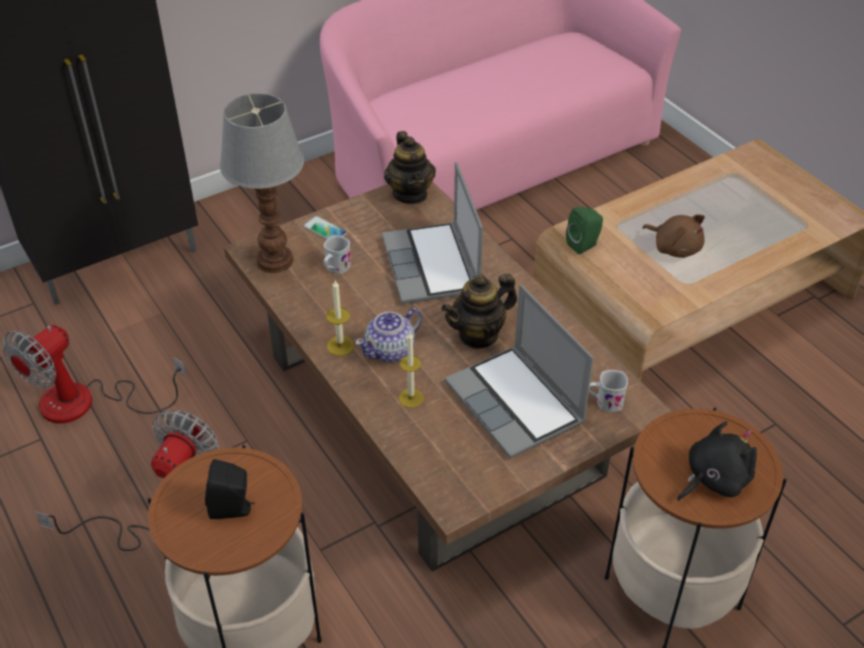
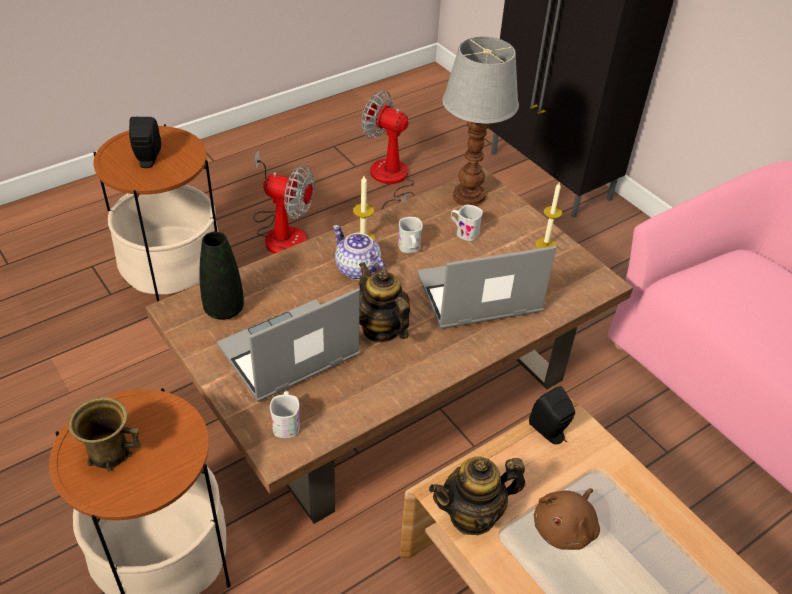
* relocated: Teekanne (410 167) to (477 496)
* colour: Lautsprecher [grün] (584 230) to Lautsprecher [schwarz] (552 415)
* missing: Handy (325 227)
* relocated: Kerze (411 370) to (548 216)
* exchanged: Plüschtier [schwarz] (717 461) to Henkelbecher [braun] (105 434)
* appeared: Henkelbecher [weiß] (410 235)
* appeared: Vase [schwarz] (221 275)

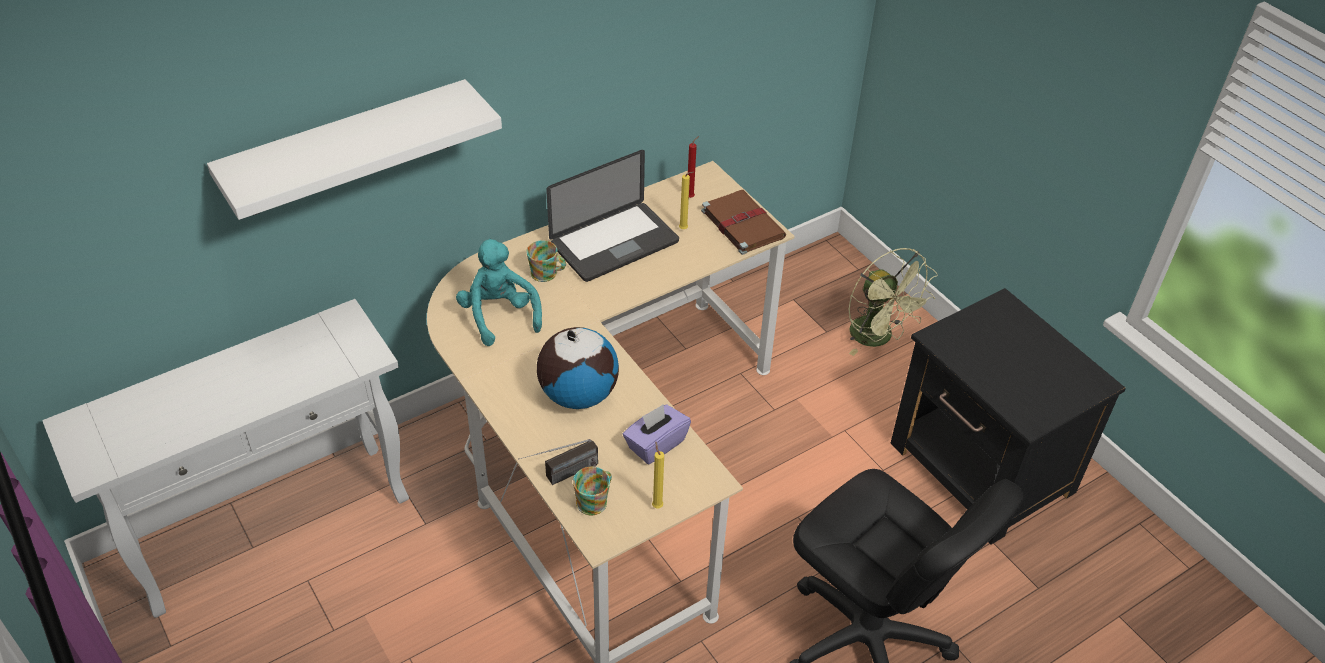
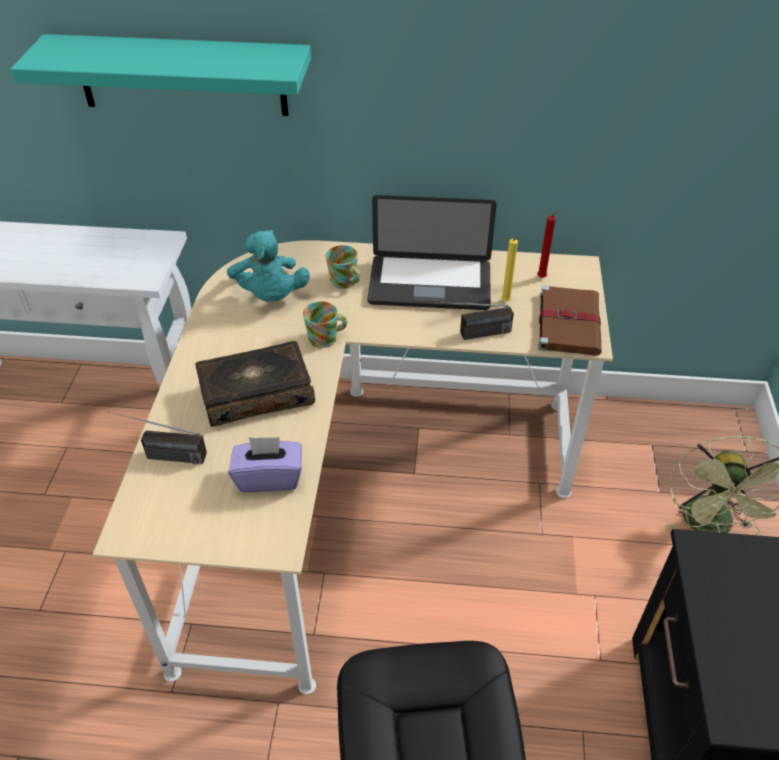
* colour: Wandregal [weiß] (354 149) to Wandregal [türkis] (161 75)
* spun: Plüschtier [türkis] (499 292) = (268 266) 150 degrees clockwise
* exchanged: Globus (578 368) to Buch (255 384)
* missing: Kerze [gelb] (658 475)
* relocated: Henkelbecher (592 491) to (325 324)
* appeared: Radio (475 321)

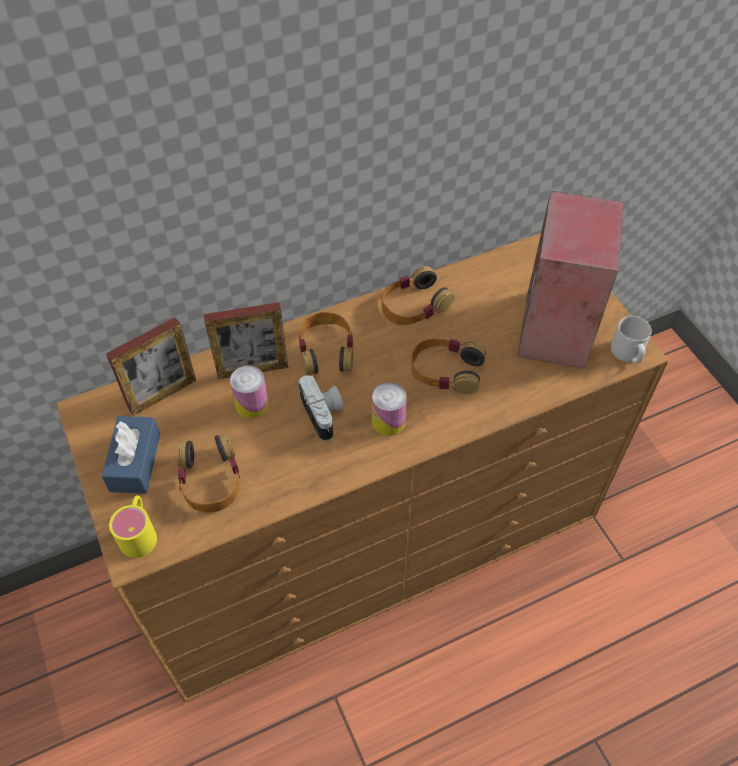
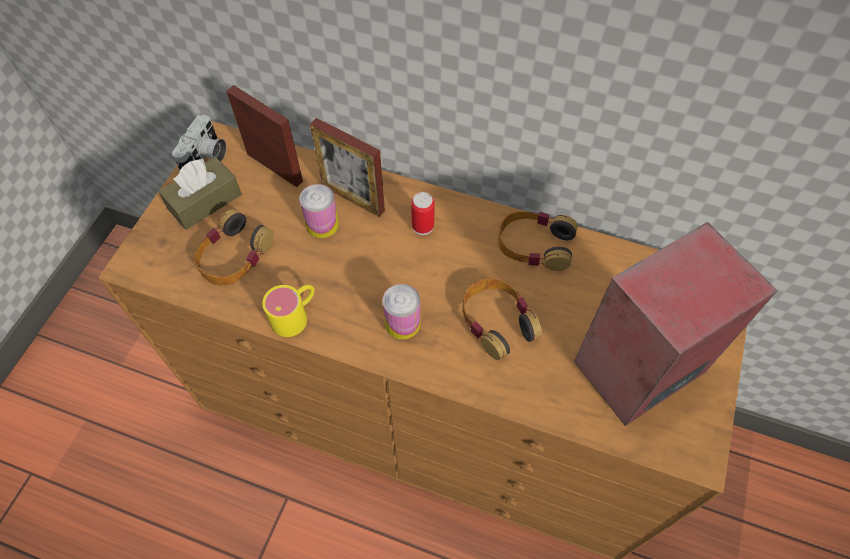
* exchanged: Kopfhörer (326 343) to Dose (423 213)
* missing: Henkelbecher [grau] (631 339)
* spun: Bilderrahmen (151 366) = (264 136) 150 degrees counterclockwise
* relocated: Kamera (321 408) to (199 142)
* colour: Taschentuchbox [blau] (131 455) to Taschentuchbox [braun] (200 193)
* relocated: Henkelbecher [gelb] (133 526) to (288 311)

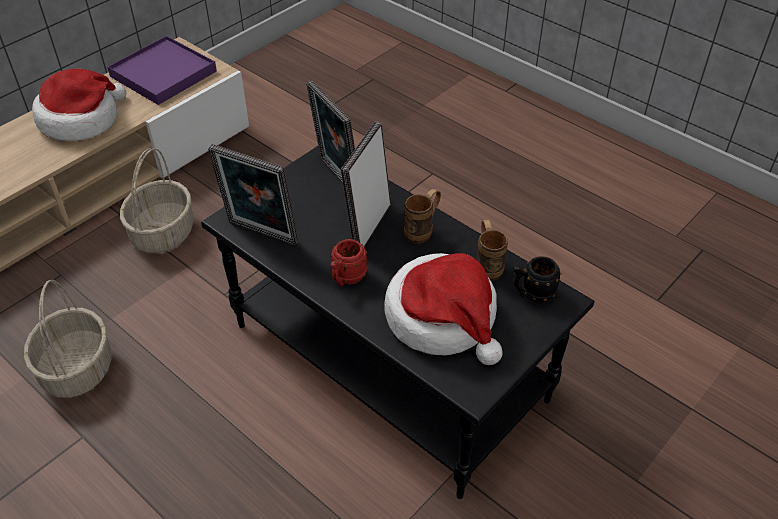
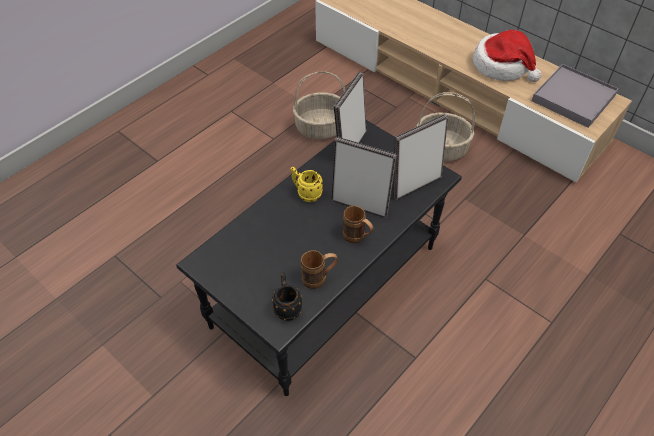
* colour: Tablett [lila] (162 70) to Tablett [grau] (575 96)
* colour: Henkelbecher [rot] (349 263) to Henkelbecher [gelb] (306 184)
* missing: Hut (443 309)

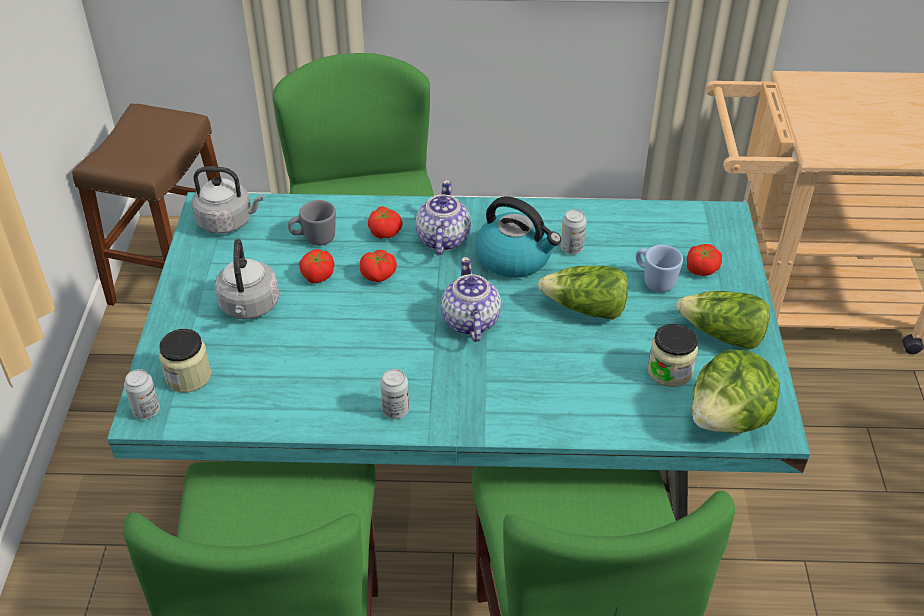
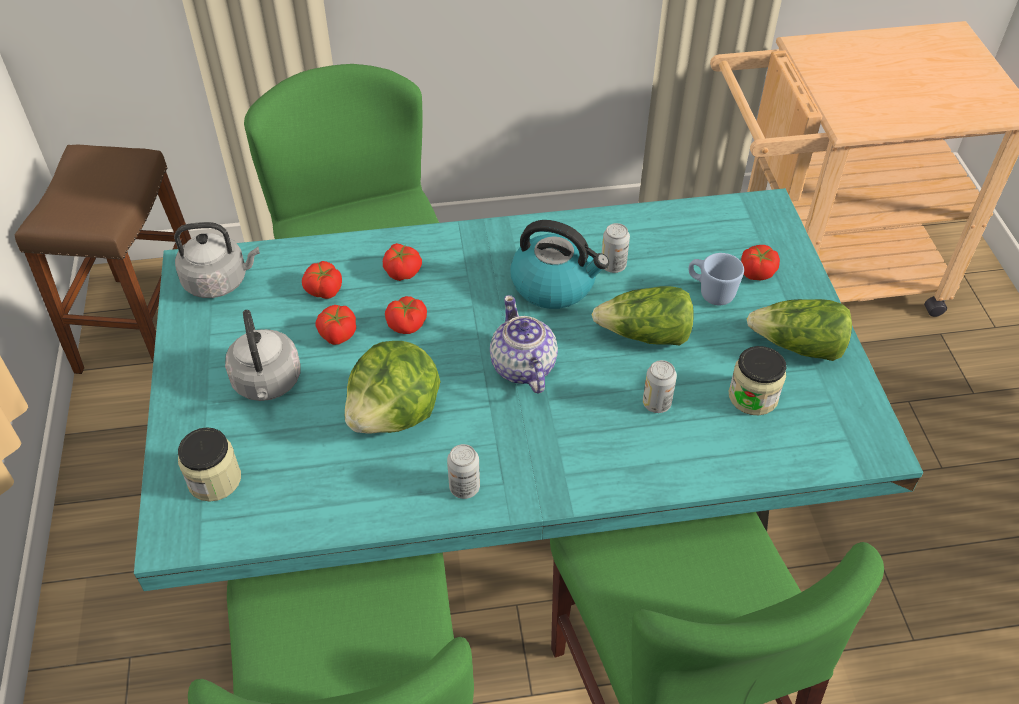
* missing: Teekanne (443 218)
* exchanged: Henkelbecher [grau] (312 223) to Tomate (322 280)
* relocated: Salatkopf (736 391) to (393 387)
* relocated: Dose (142 394) to (660 386)

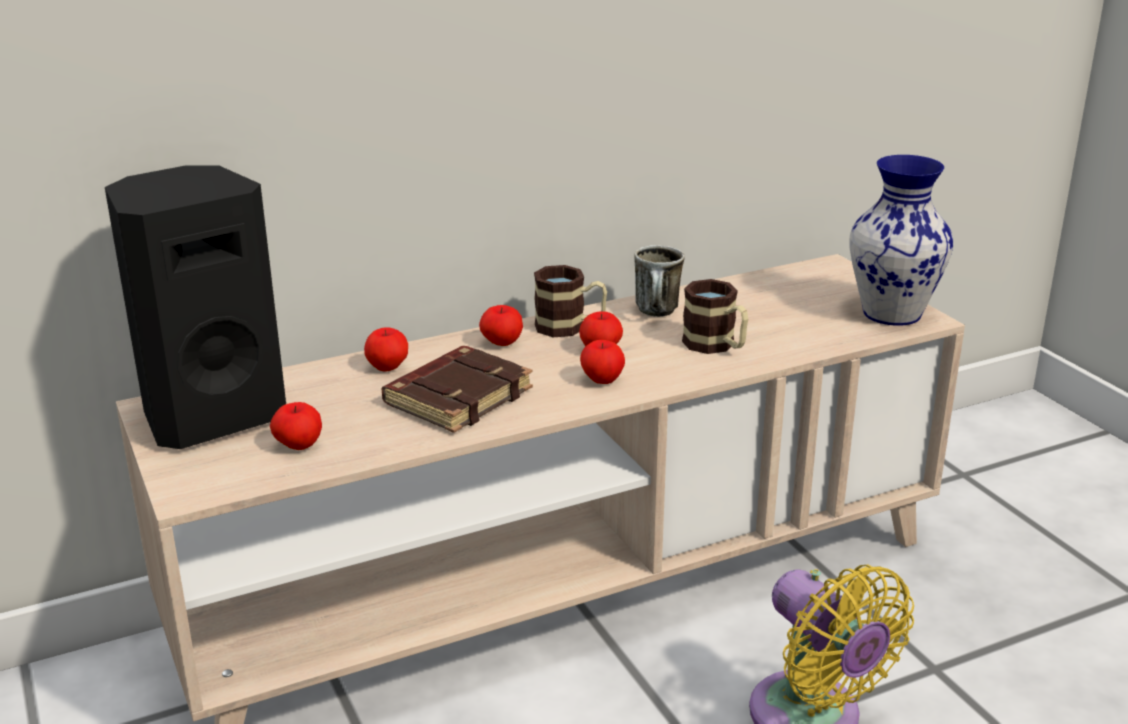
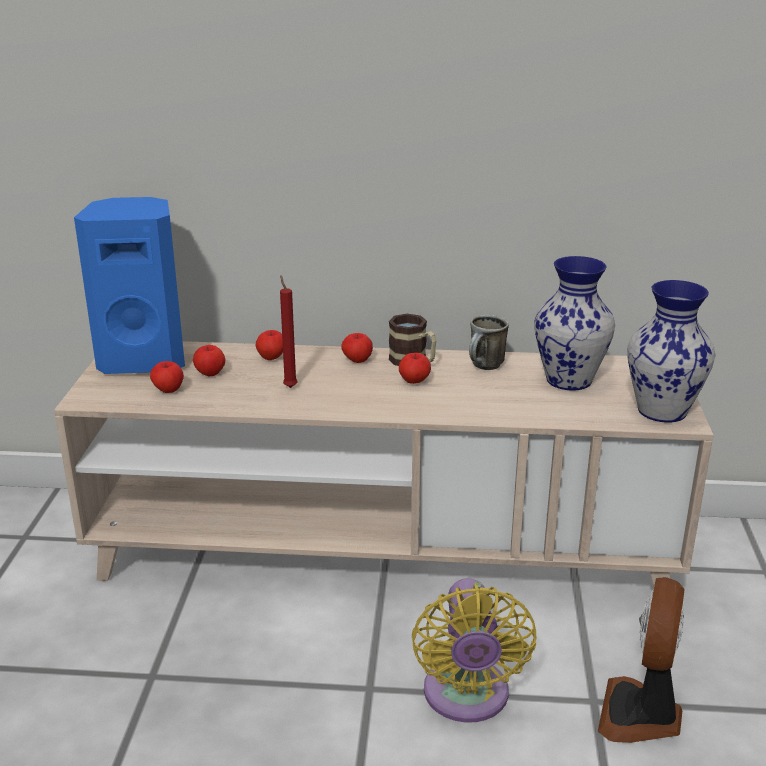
* colour: Lautsprecher [schwarz] (195 307) to Lautsprecher [blau] (129 285)
* missing: Henkelbecher (715 316)
* relocated: Apfel (602 362) to (209 360)
* exchanged: Buch [braun] (457 389) to Kerze [rot] (289 331)
* appeared: Vase (574 323)
* appeared: Ventilator (641 660)

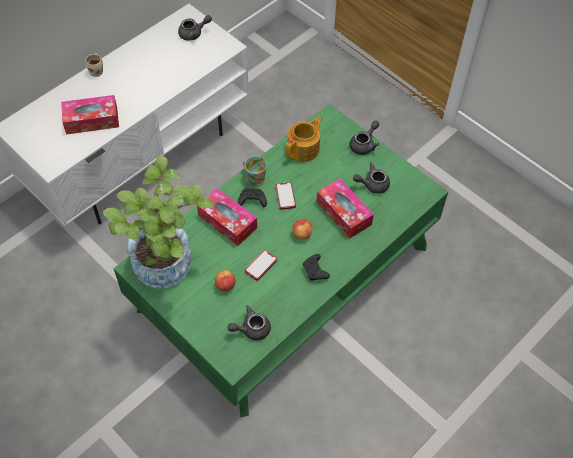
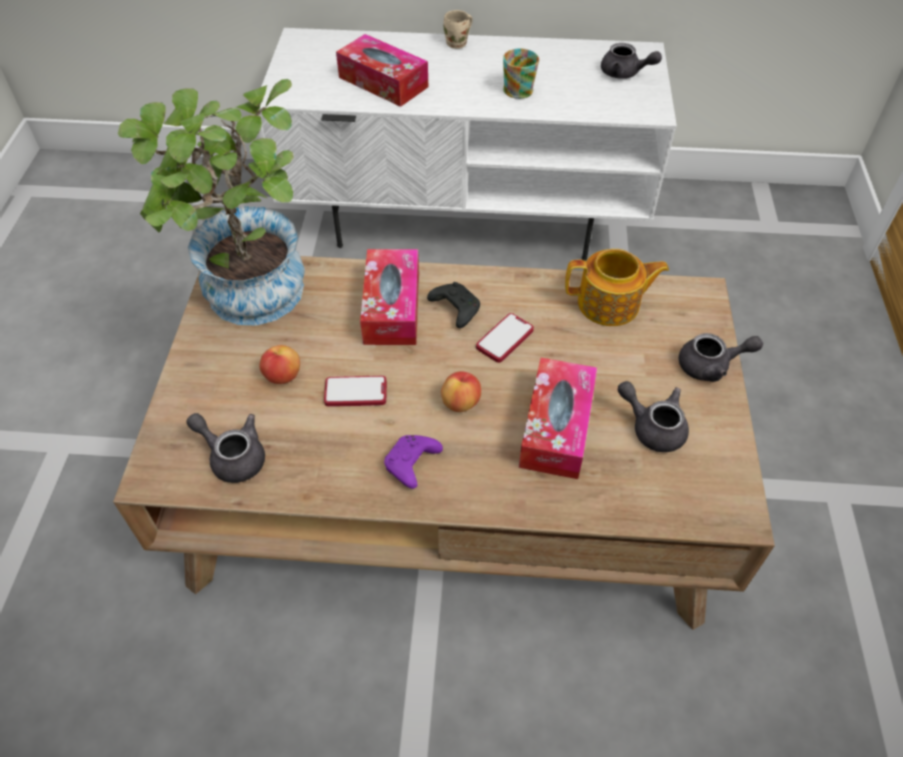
* colour: Couchtisch [grün] (280 260) to Couchtisch [braun] (444 443)
* relocated: Henkelbecher (255 171) to (521 73)
* colour: Gamepad [schwarz] (316 267) to Gamepad [lila] (413 462)

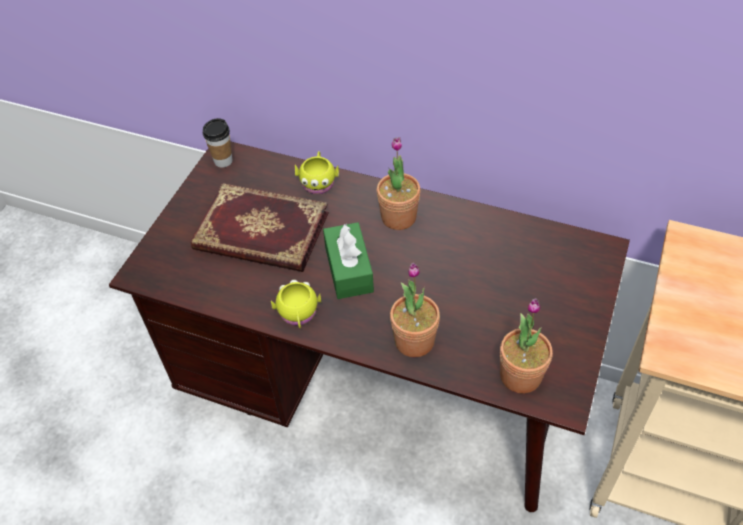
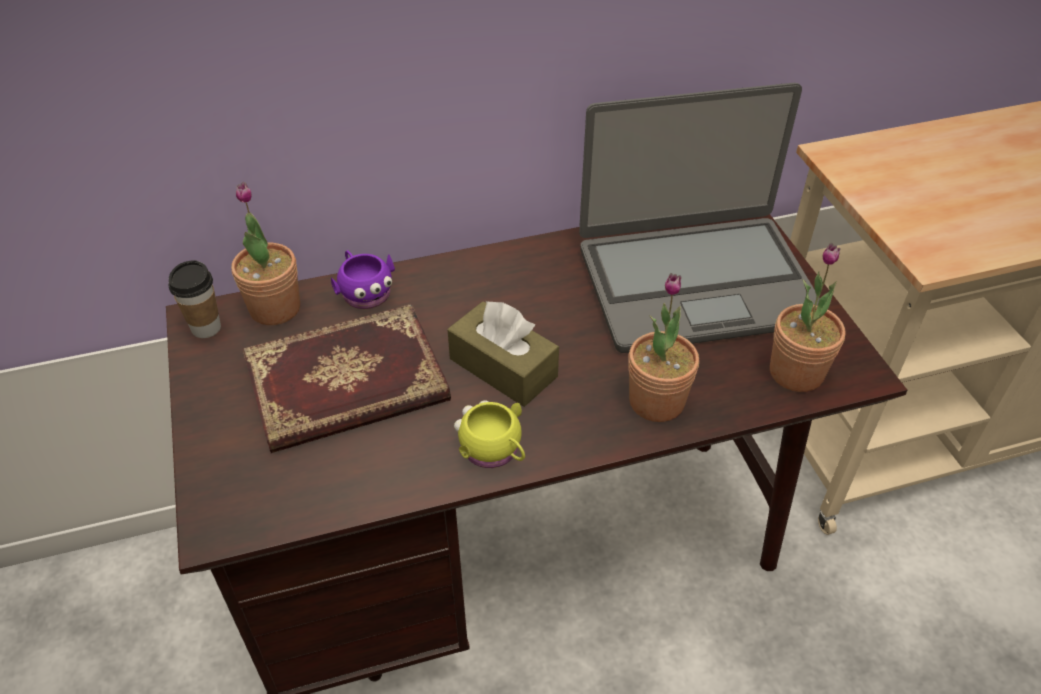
* relocated: Topfpflanze (399 183) to (265 253)
* colour: Henkelbecher [gelb] (317 172) to Henkelbecher [lila] (363 279)
* colour: Taschentuchbox [grün] (348 260) to Taschentuchbox [braun] (503 354)
* appeared: Laptop (699 218)

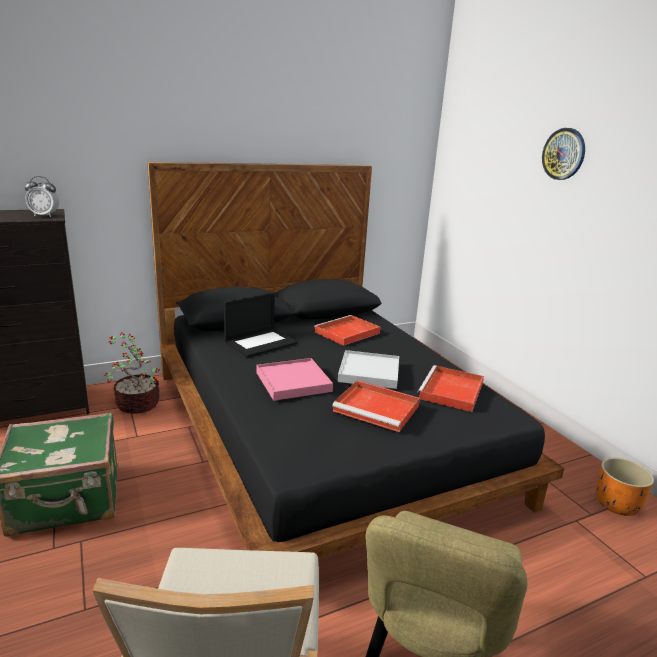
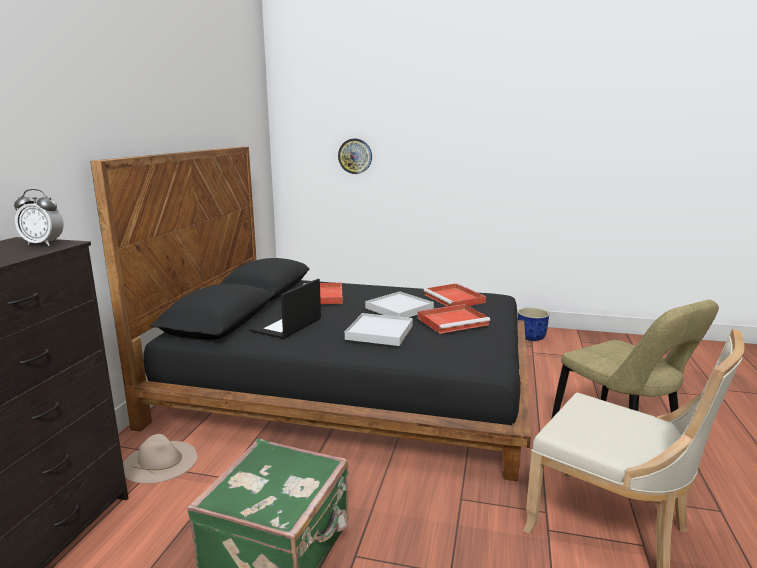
* relocated: Wanduhr (563 154) to (355 156)
* spun: Wecker (42 196) = (39 217) 60 degrees clockwise
* spun: Laptop (261 324) = (285 309) 150 degrees counterclockwise
* exchanged: Topfpflanze (132 373) to Hut [beige] (160 458)
* colour: Tablett [rosa] (295 379) to Tablett [weiß] (379 329)
* colour: Pflanzkübel [orange] (625 487) to Pflanzkübel [blau] (533 324)

